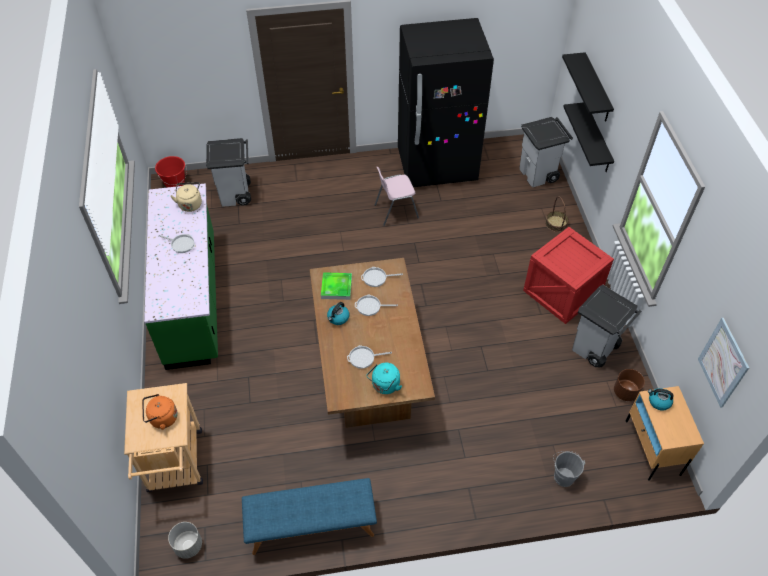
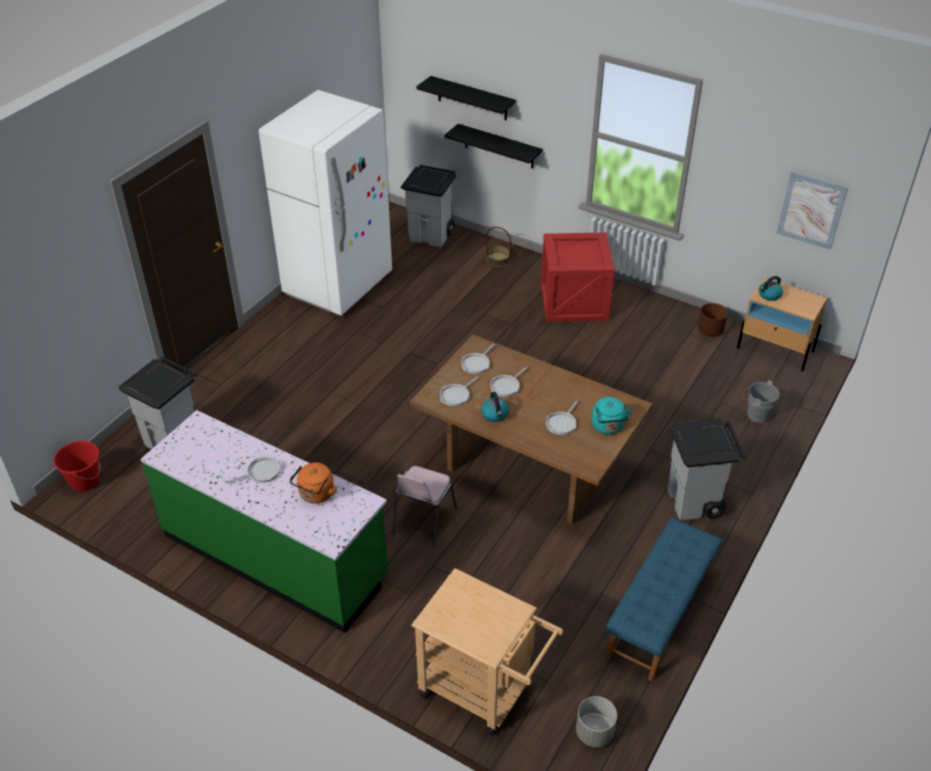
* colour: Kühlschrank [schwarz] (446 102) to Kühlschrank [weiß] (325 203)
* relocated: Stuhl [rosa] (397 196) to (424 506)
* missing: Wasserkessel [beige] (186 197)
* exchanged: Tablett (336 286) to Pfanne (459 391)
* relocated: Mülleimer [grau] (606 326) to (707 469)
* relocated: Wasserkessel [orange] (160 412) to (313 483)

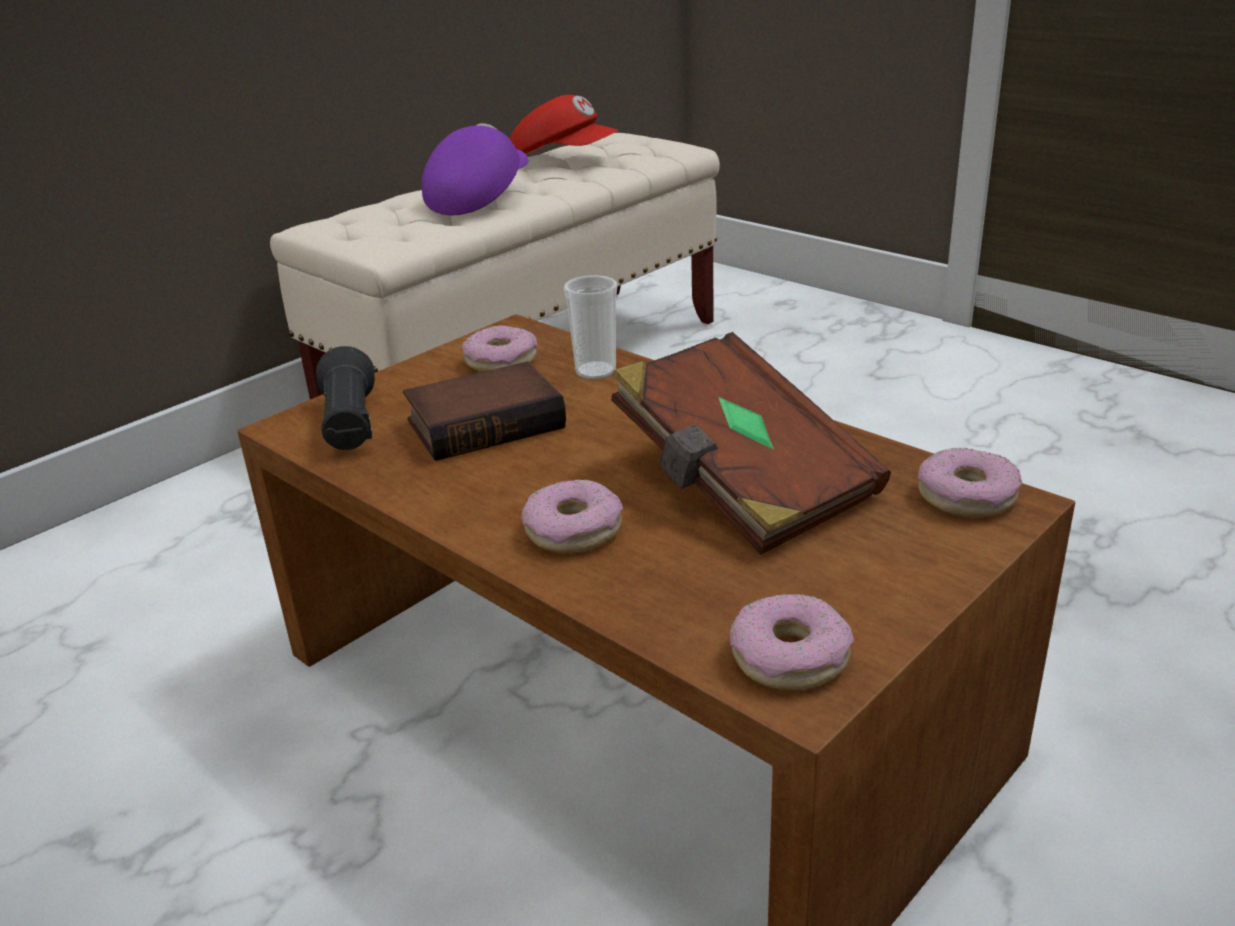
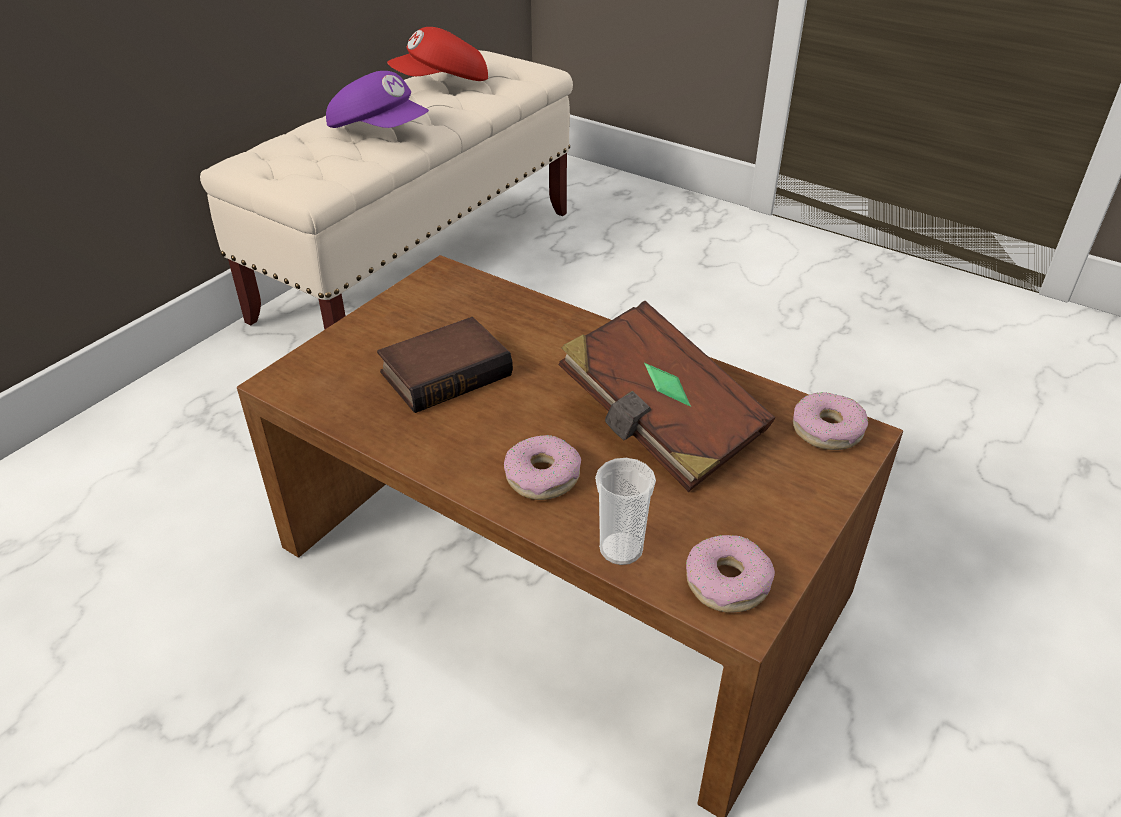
* spun: Kappe [rot] (564 125) = (437 54) 135 degrees clockwise
* spun: Kappe [lila] (475 169) = (377 99) 105 degrees clockwise
* relocated: Tasse (590 327) to (625 511)
* missing: Donut (499 348)
* missing: Taschenlampe [schwarz] (345 398)

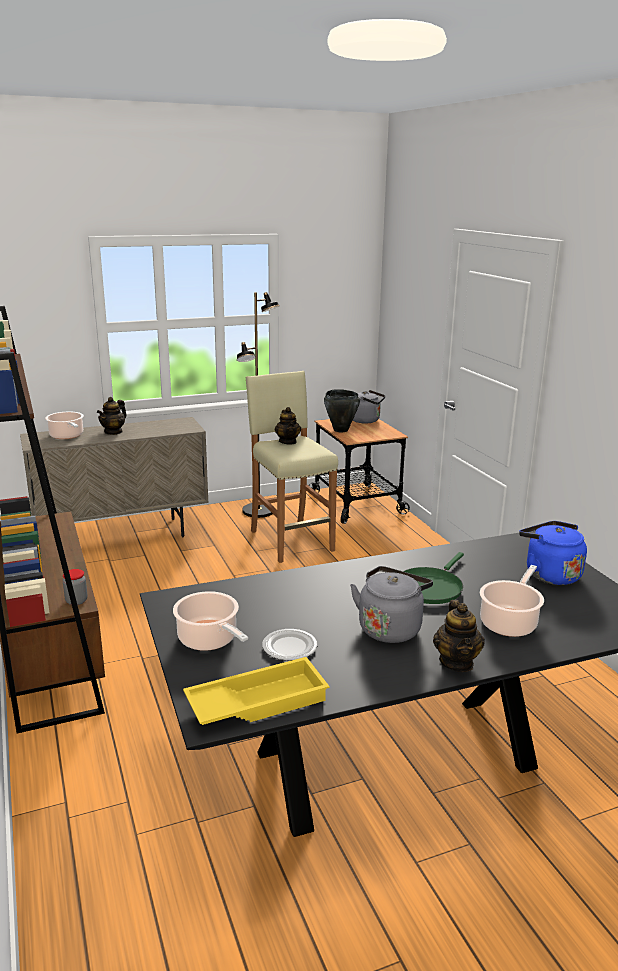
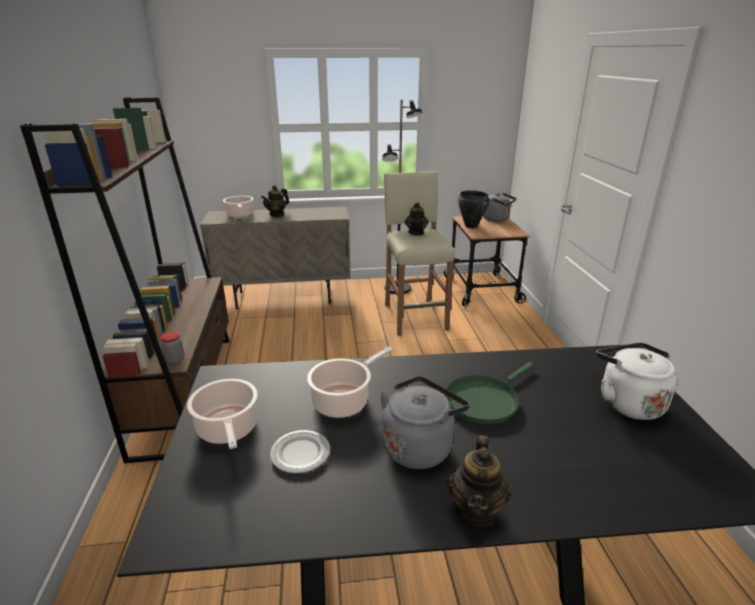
* colour: Wasserkessel [blau] (553 553) to Wasserkessel [weiß] (636 381)
* relocated: Kochtopf (512 601) to (350 382)
* missing: Tablett [gelb] (256 691)

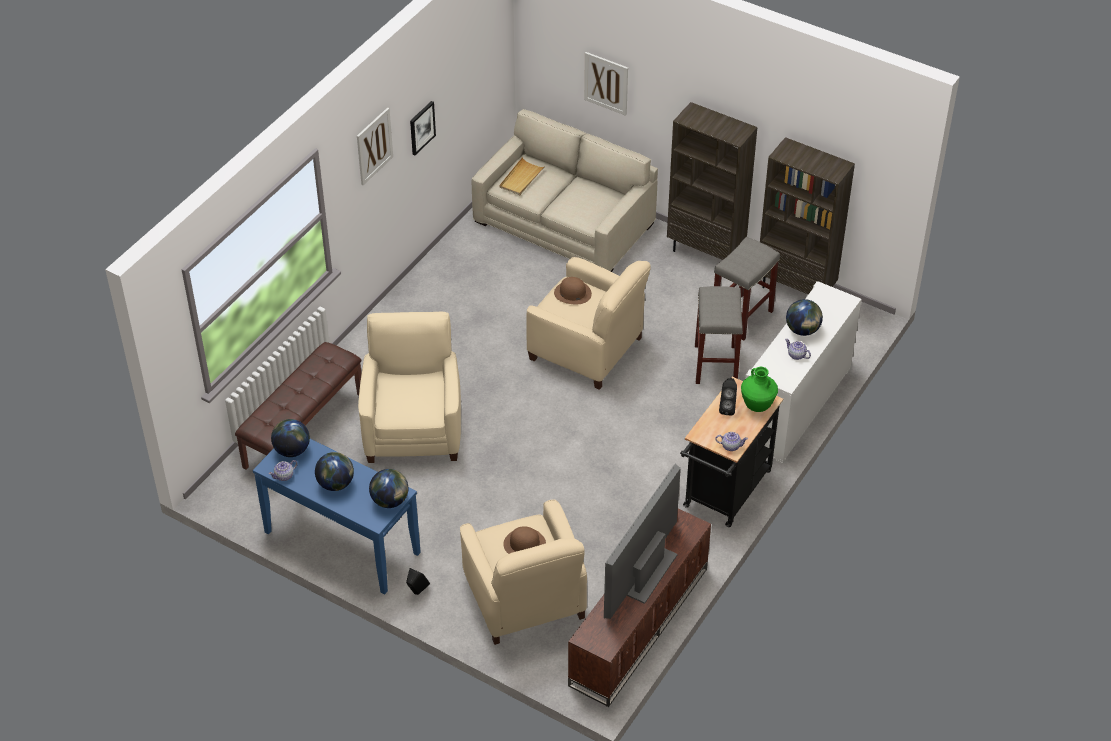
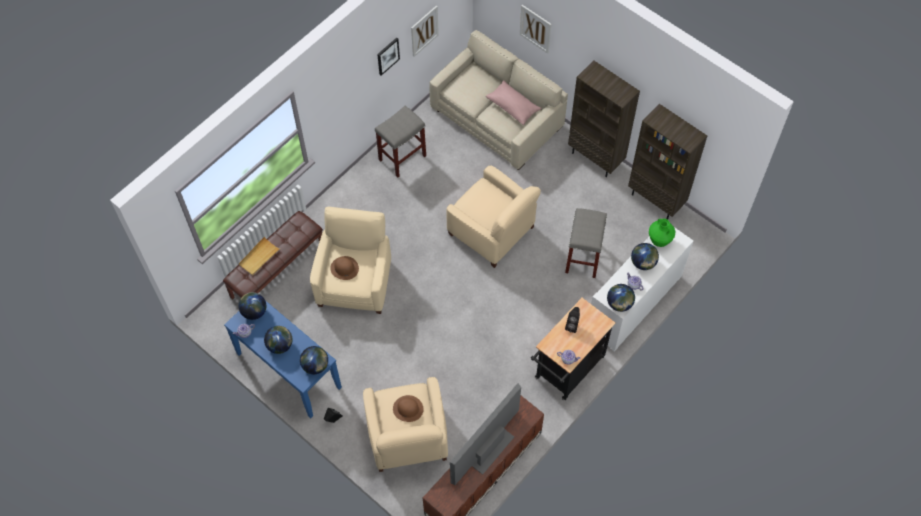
* relocated: Bild (375 146) to (425 31)
* relocated: Tablett [beige] (522 176) to (259 256)
* relocated: Hocker [grau] (747 289) to (400 142)
* relocated: Hut [braun] (573 290) to (344 268)
* relocated: Vase [grün] (759 389) to (662 232)
* appeared: Kissen [rosa] (513 103)
* appeared: Globus (621 298)

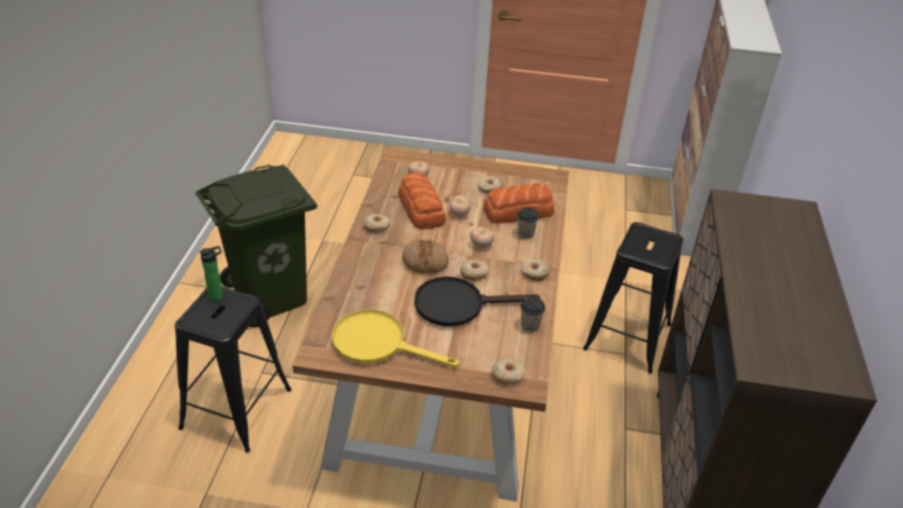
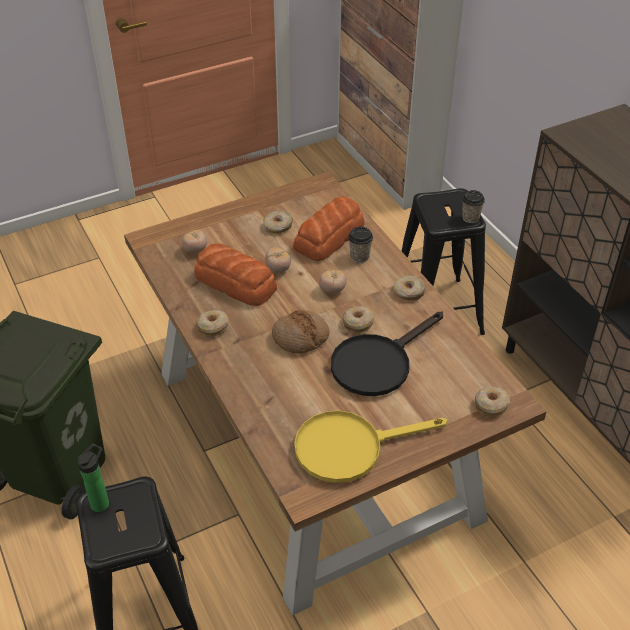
* relocated: Tasse (533 314) to (473 206)

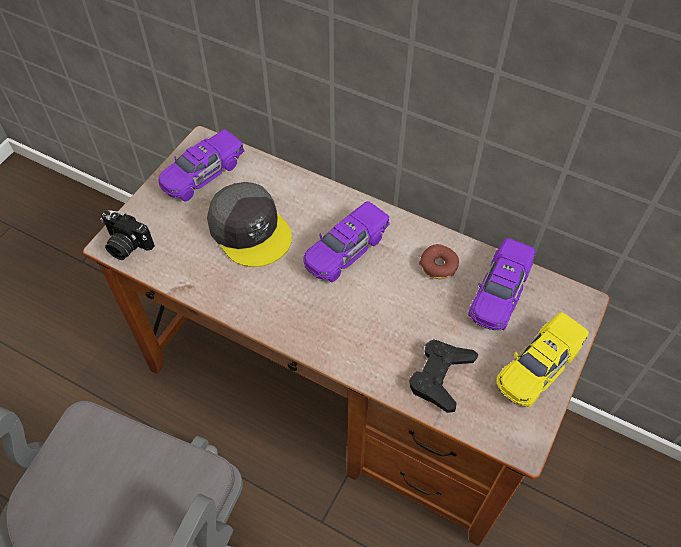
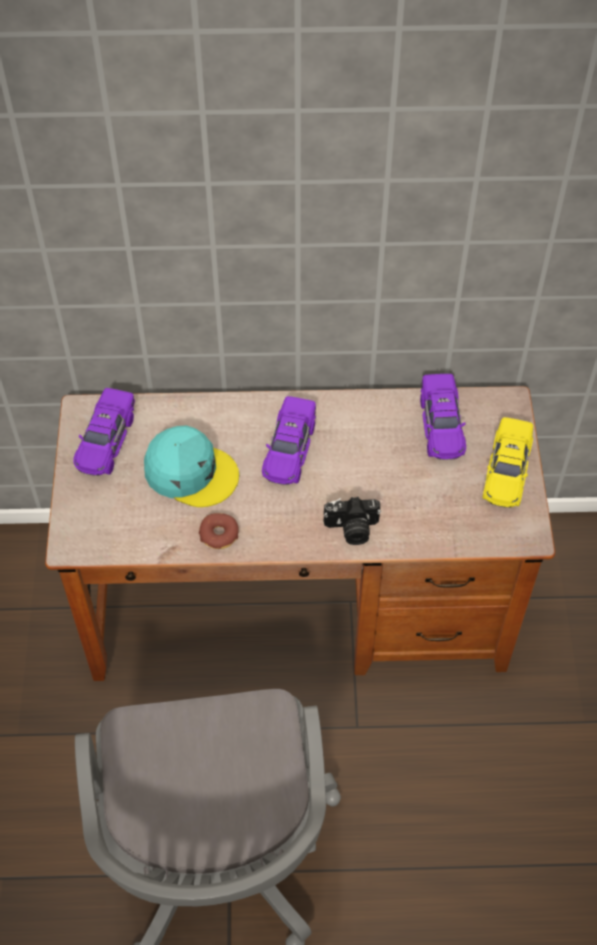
* colour: Kappe [grau] (249 224) to Kappe [türkis] (191 466)
* relocated: Kamera (127 235) to (352 521)
* relocated: Donut (439 261) to (219 531)
* missing: Gamepad [schwarz] (443 376)

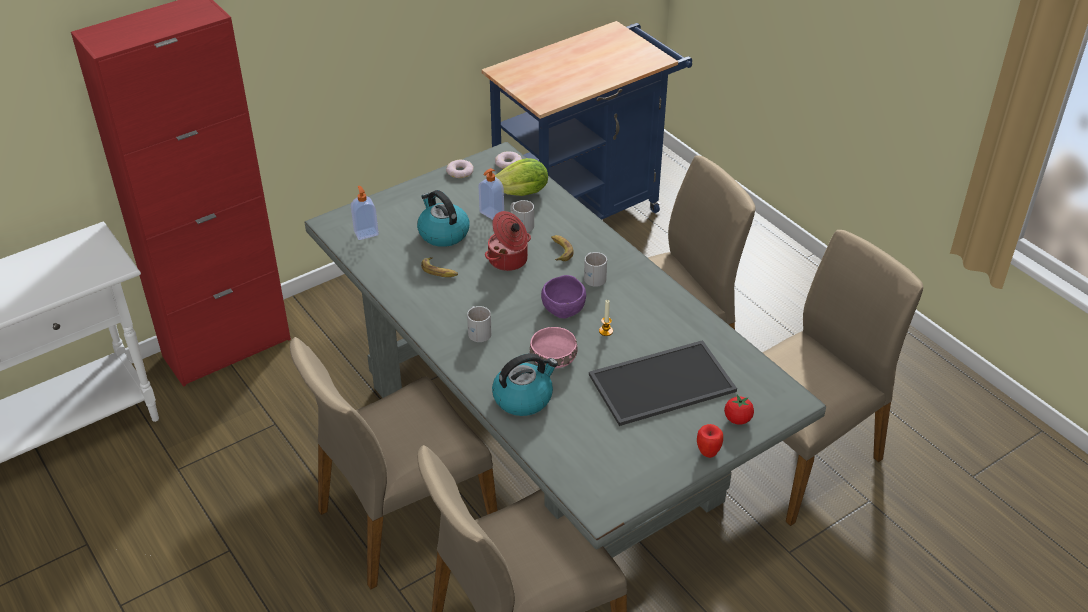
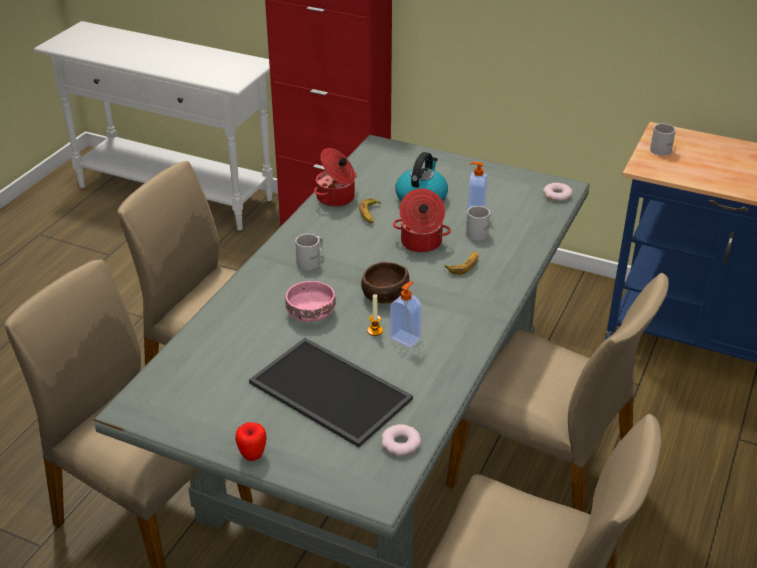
* missing: Salatkopf (521 177)
* relocated: Donut (460 169) to (401 440)
* relocated: Seifenspender (365 213) to (406 314)
* relocated: Henkelbecher [weiß] (595 269) to (663 140)
* colour: Schüssel [lila] (563 296) to Schüssel [braun] (385 282)
* missing: Wasserkessel (525 384)
* missing: Tomate (739 410)
* appeared: Kochtopf (335 177)

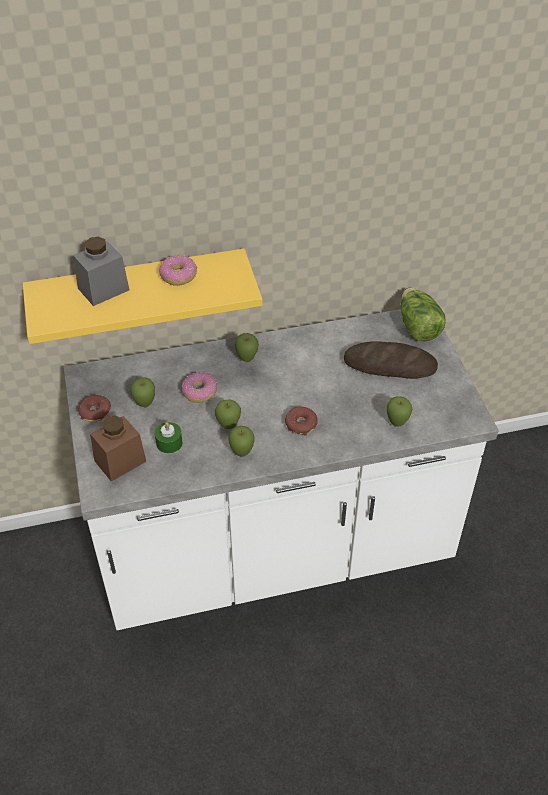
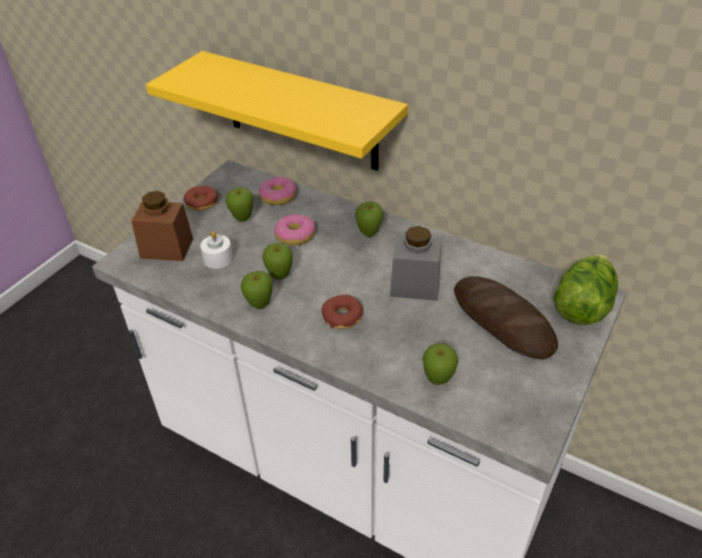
* relocated: Vorratsglas [grau] (101 271) to (415 263)
* relocated: Donut (178 270) to (277 191)
* colour: Kerze [grün] (168 437) to Kerze [weiß] (216 250)

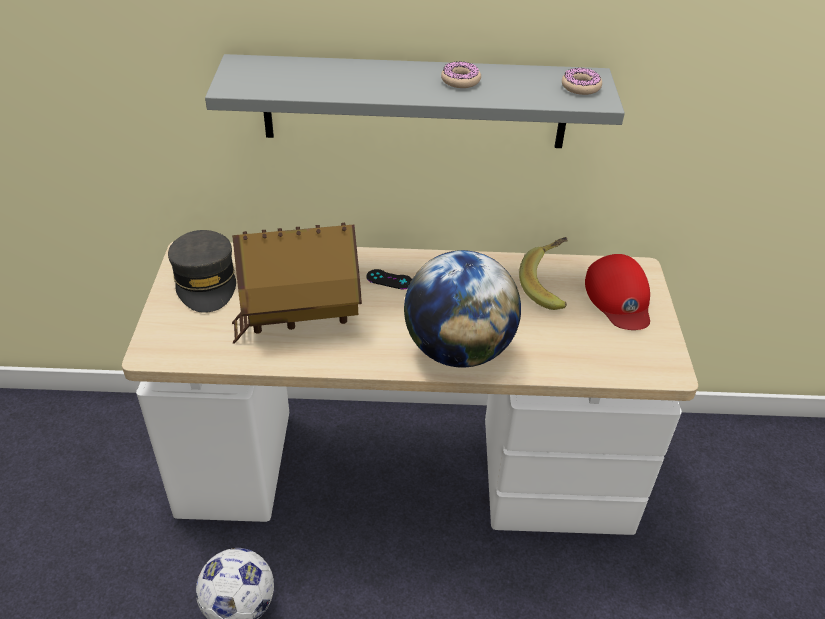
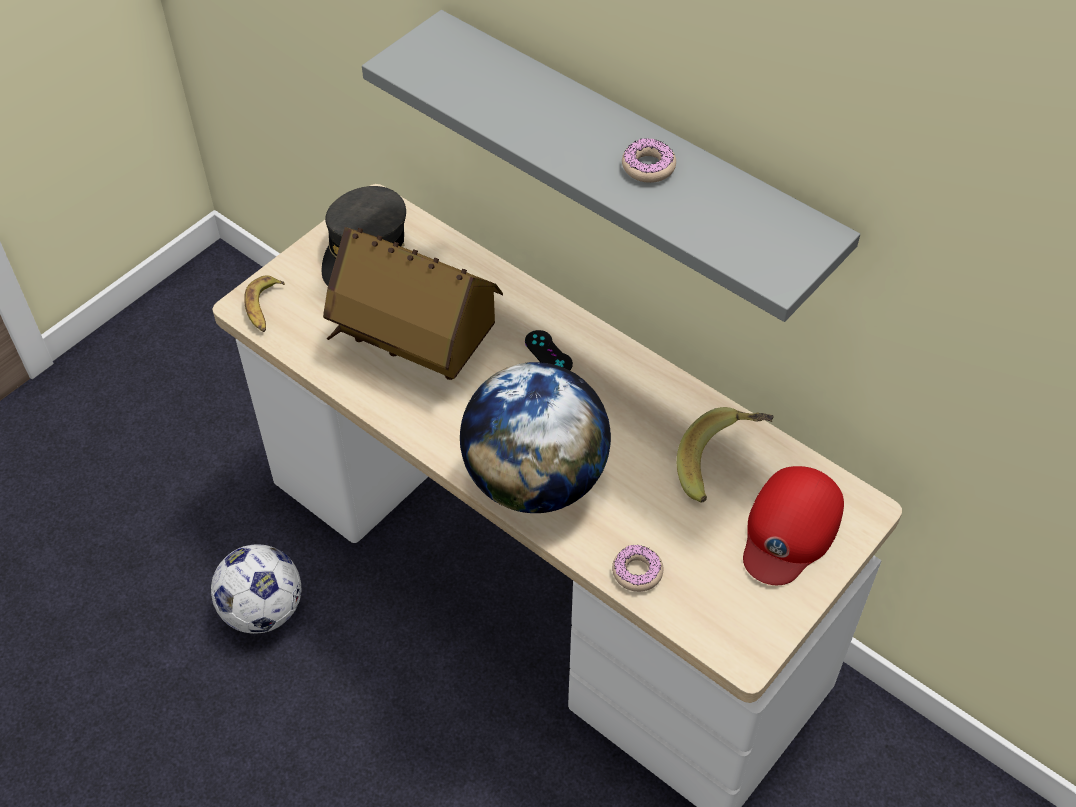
* relocated: Donut (582 81) to (637 568)
* appeared: Banane (264 303)

